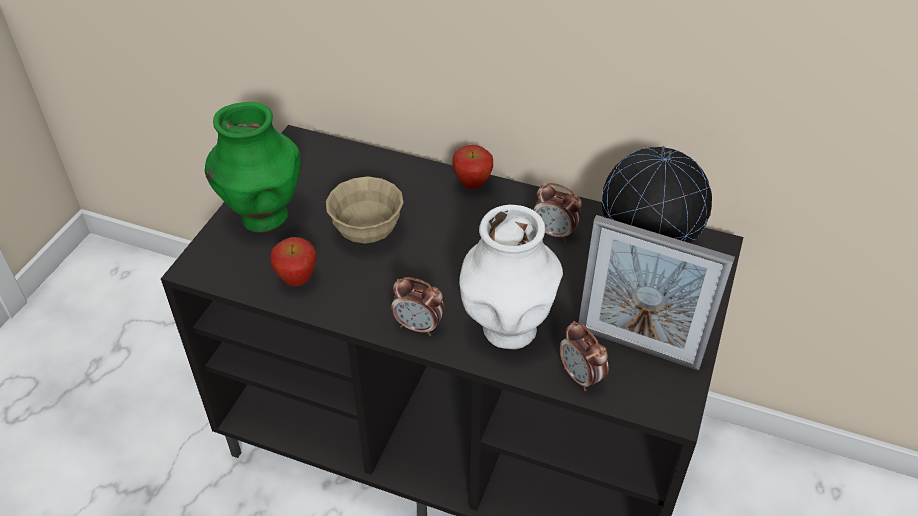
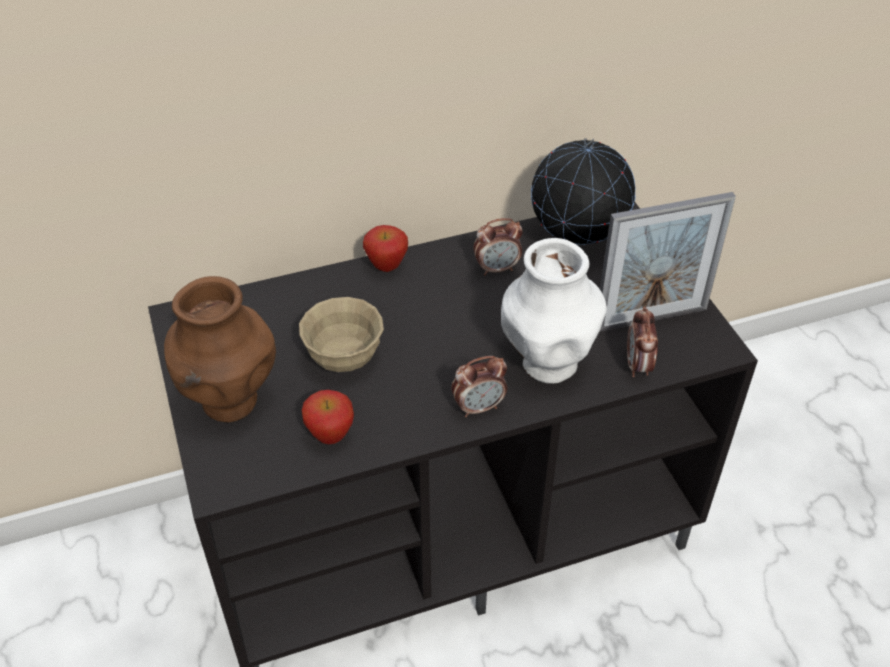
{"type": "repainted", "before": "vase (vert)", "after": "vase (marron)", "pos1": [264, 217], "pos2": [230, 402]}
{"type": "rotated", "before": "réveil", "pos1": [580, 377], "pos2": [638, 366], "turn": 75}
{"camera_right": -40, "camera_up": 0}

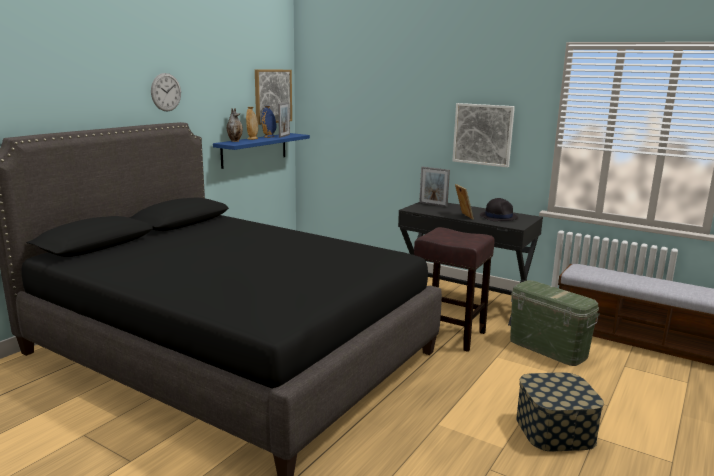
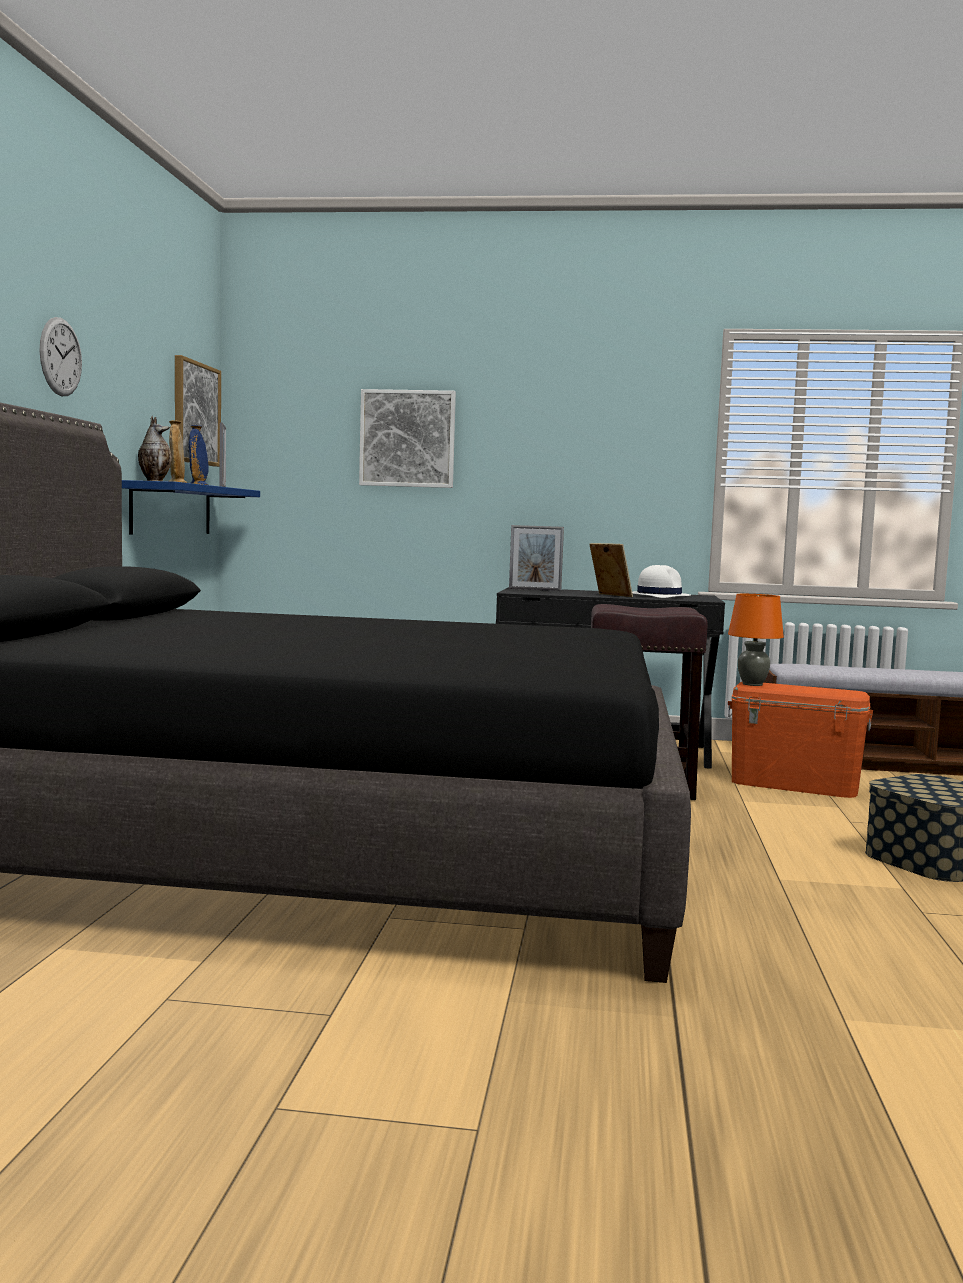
{"type": "shifted", "before": "tableau", "pos1": [483, 134], "pos2": [407, 438]}
{"type": "repainted", "before": "chapeau (noir)", "after": "chapeau (blanc)", "pos1": [498, 217], "pos2": [659, 595]}
{"type": "repainted", "before": "boîte de rangement (vert)", "after": "boîte de rangement (orange)", "pos1": [548, 348], "pos2": [794, 784]}
{"type": "new", "after": "lampe de table (orange)", "pos2": [752, 684]}
{"camera_right": -25, "camera_up": -10}

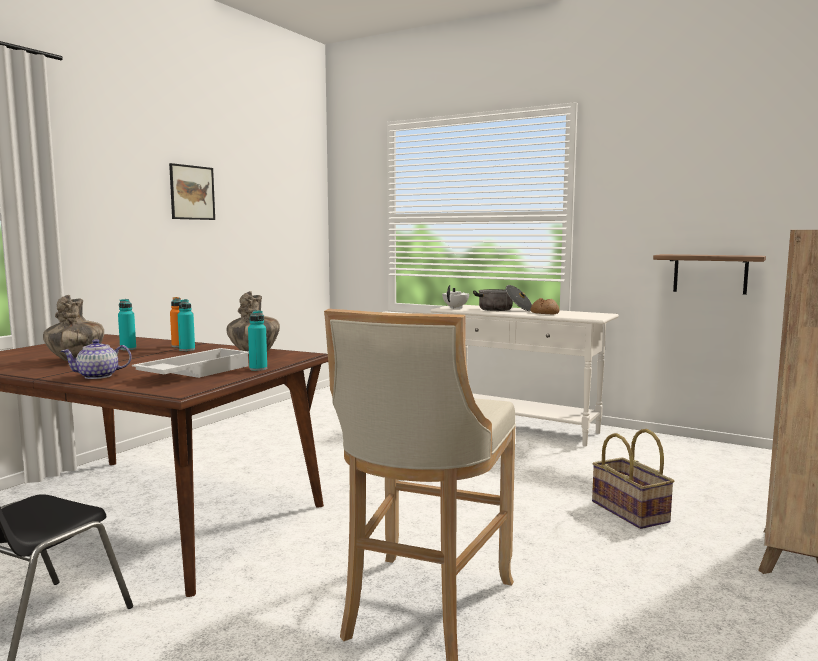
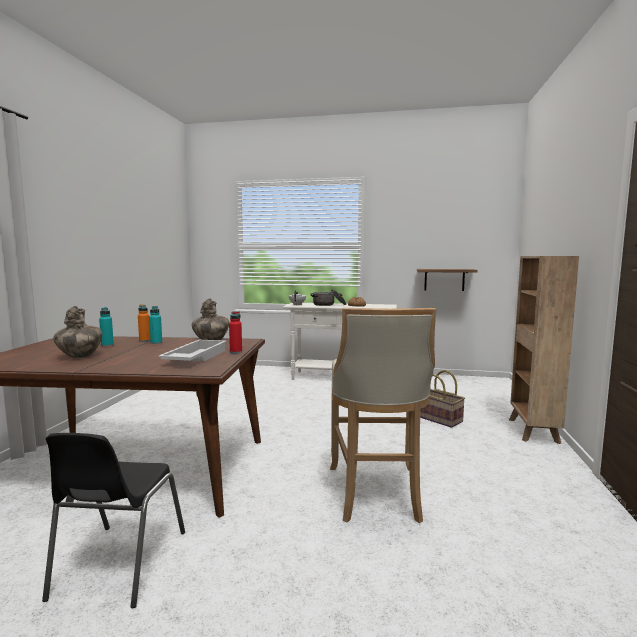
{"type": "gone", "before": "théière", "pos1": [98, 376]}
{"type": "gone", "before": "tableau", "pos1": [192, 192]}
{"type": "repainted", "before": "bouteille (turquoise)", "after": "bouteille (rouge)", "pos1": [258, 369], "pos2": [236, 352]}
{"camera_right": -20, "camera_up": 0}

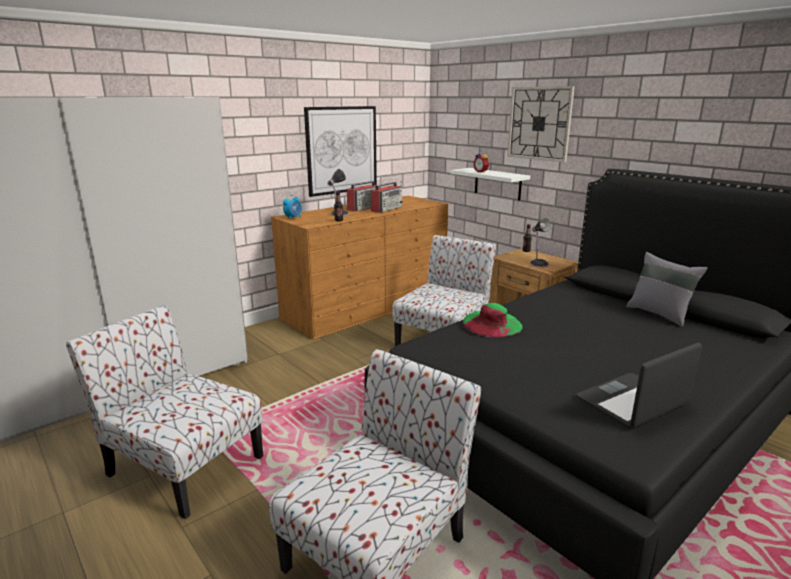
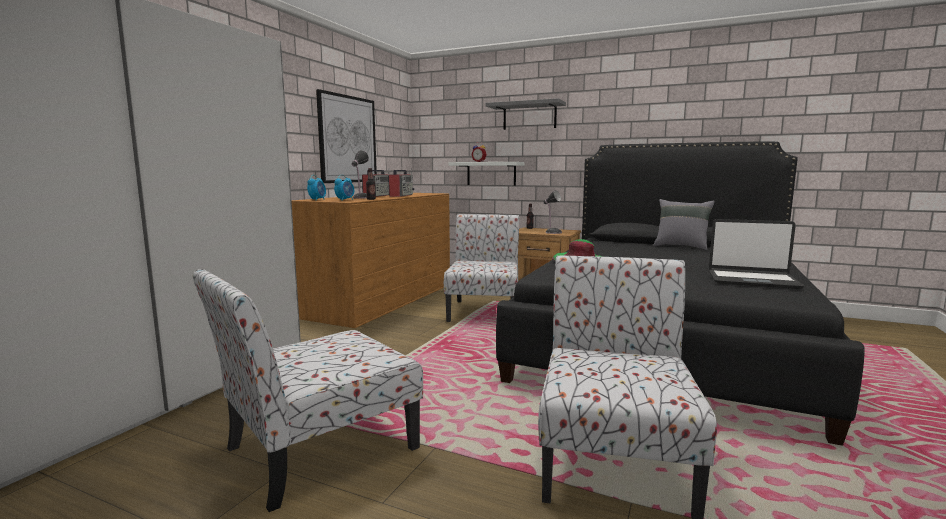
{"type": "rotated", "before": "chaise", "pos1": [183, 464], "pos2": [318, 450], "turn": -45}
{"type": "swapped", "before": "horloge murale", "after": "étagère (gris)", "pos1": [539, 123], "pos2": [529, 116]}
{"type": "rotated", "before": "ordinateur portable", "pos1": [633, 402], "pos2": [752, 280], "turn": -105}
{"type": "new", "after": "réveil", "pos2": [345, 200]}
{"camera_right": -25, "camera_up": -10}

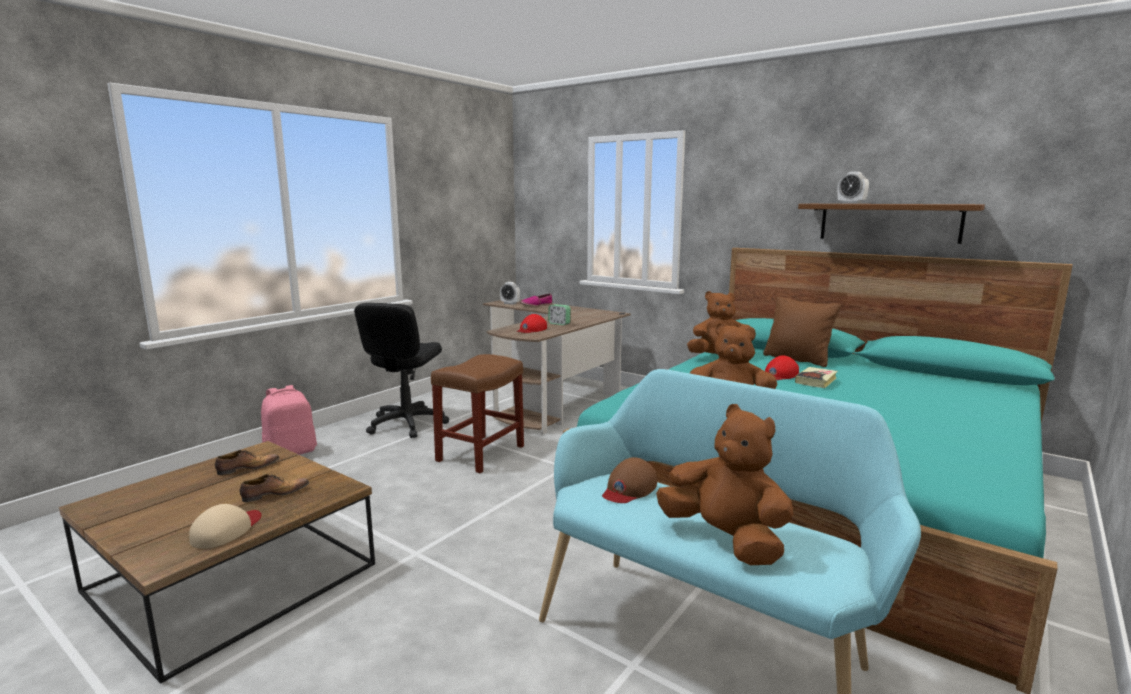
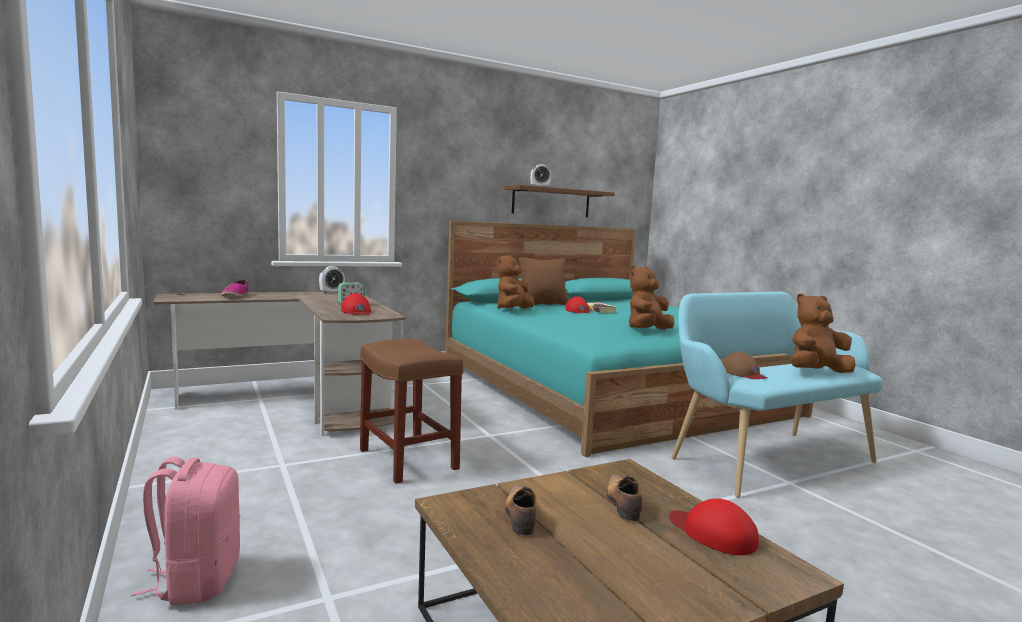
{"type": "repainted", "before": "casquette (beige)", "after": "casquette (rouge)", "pos1": [226, 530], "pos2": [713, 533]}
{"type": "gone", "before": "chaise de bureau (noir)", "pos1": [406, 424]}
{"type": "shifted", "before": "réveil", "pos1": [510, 303], "pos2": [332, 292]}
{"camera_right": -65, "camera_up": -5}

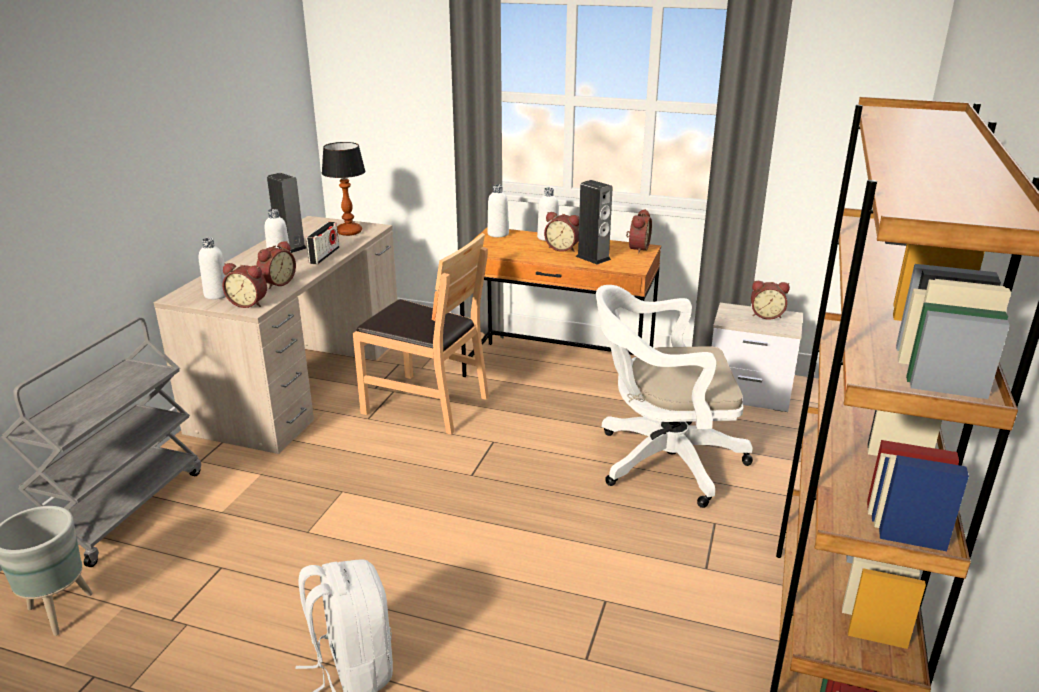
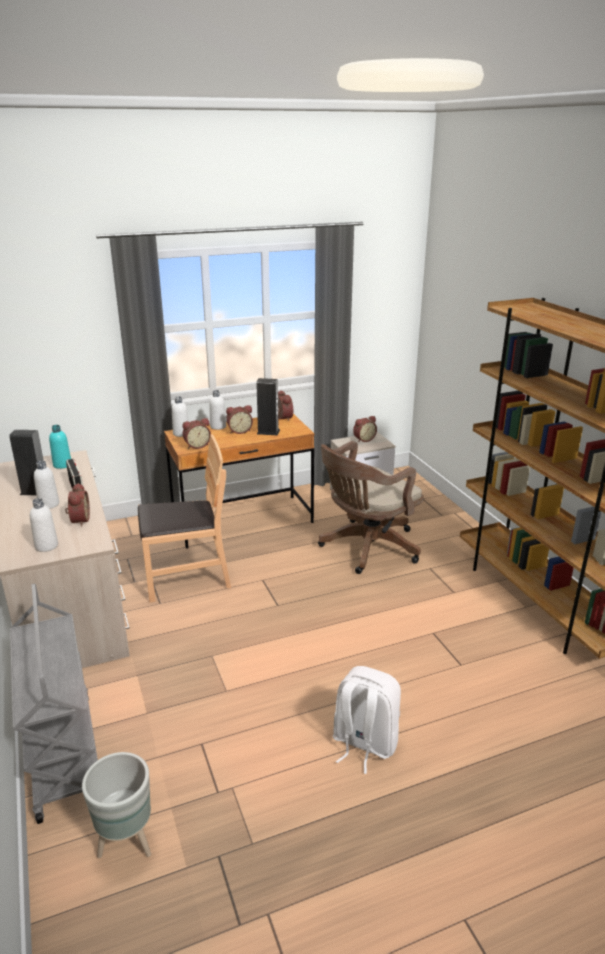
{"type": "shifted", "before": "réveil", "pos1": [249, 303], "pos2": [197, 445]}
{"type": "swapped", "before": "lampe de table", "after": "bouteille (turquoise)", "pos1": [350, 232], "pos2": [62, 465]}
{"type": "repainted", "before": "chaise de bureau (blanc)", "after": "chaise de bureau (marron)", "pos1": [661, 461], "pos2": [366, 548]}
{"camera_right": -40, "camera_up": 0}

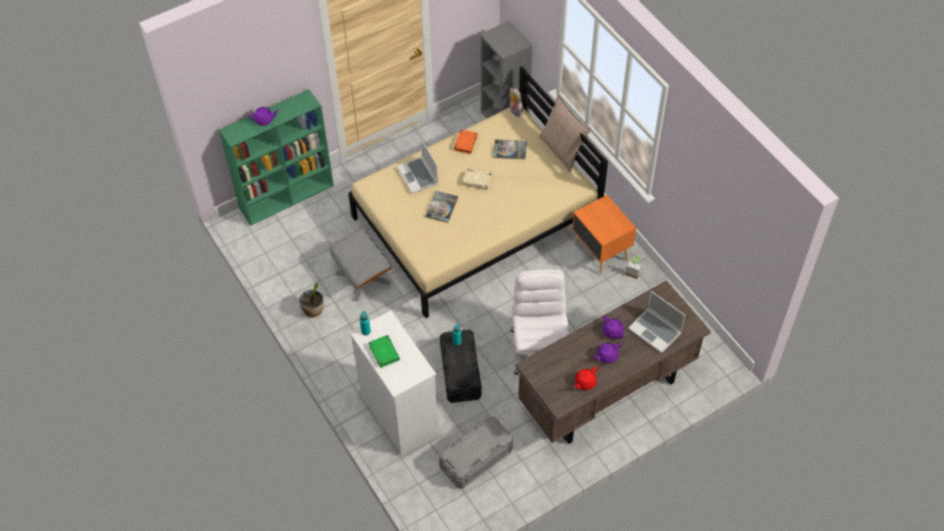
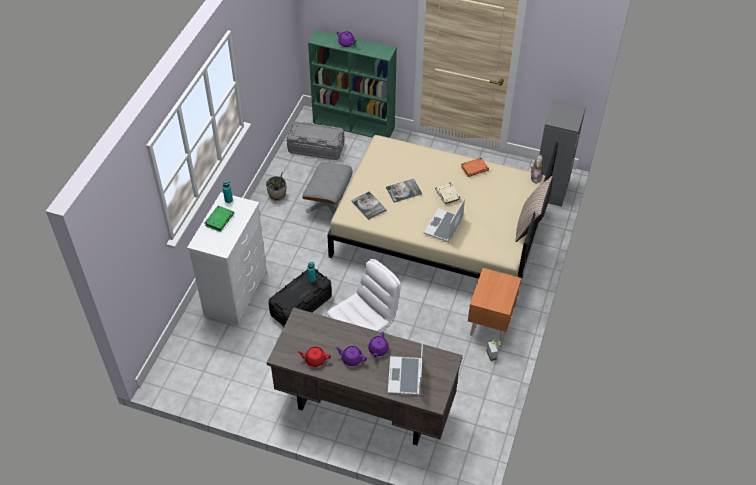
{"type": "shifted", "before": "ordinateur portable", "pos1": [418, 176], "pos2": [444, 227]}
{"type": "shifted", "before": "boîte de rangement (gris)", "pos1": [476, 458], "pos2": [316, 148]}
{"type": "shifted", "before": "livre", "pos1": [510, 150], "pos2": [368, 206]}
{"camera_right": 50, "camera_up": -5}

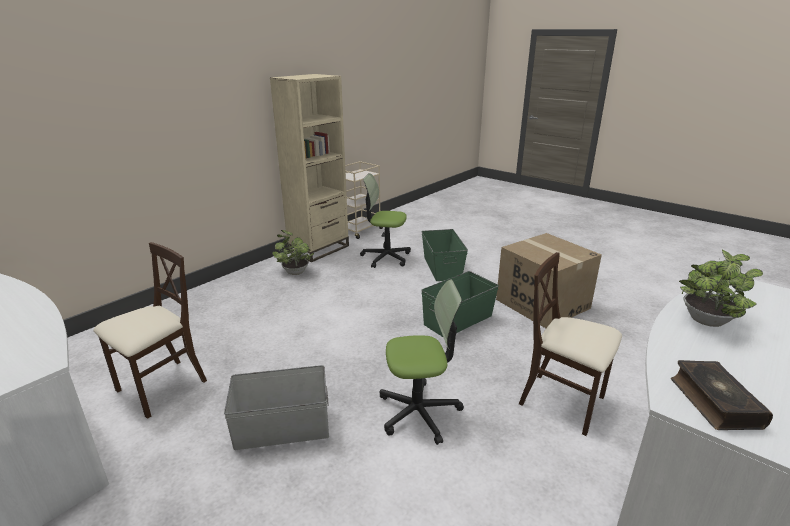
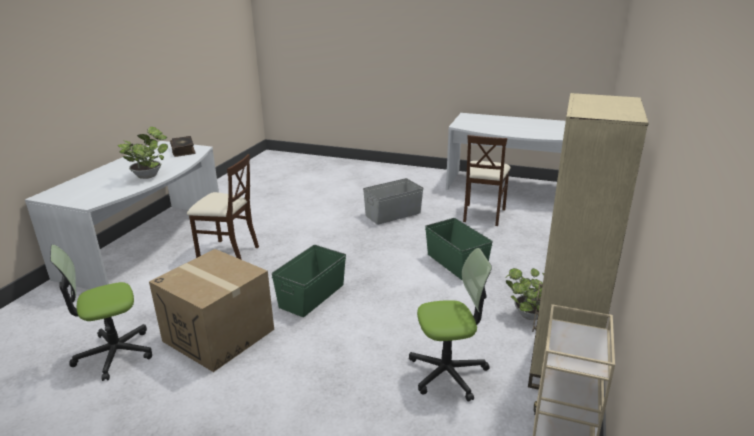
{"type": "shifted", "before": "chaise de bureau", "pos1": [419, 412], "pos2": [114, 354]}
{"type": "shifted", "before": "boîte de rangement (vert)", "pos1": [442, 267], "pos2": [456, 263]}
{"camera_right": 160, "camera_up": 0}

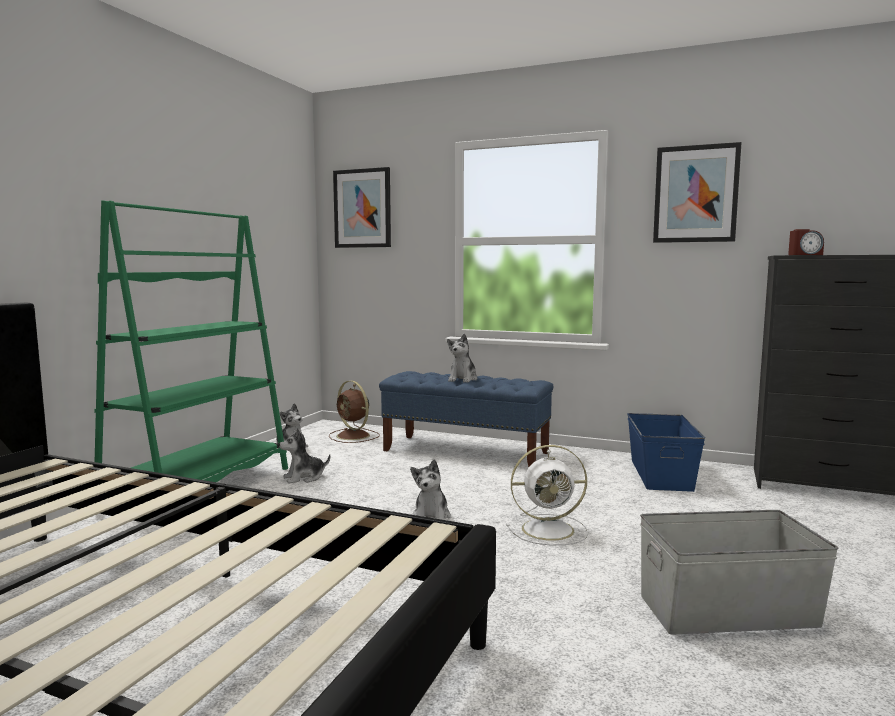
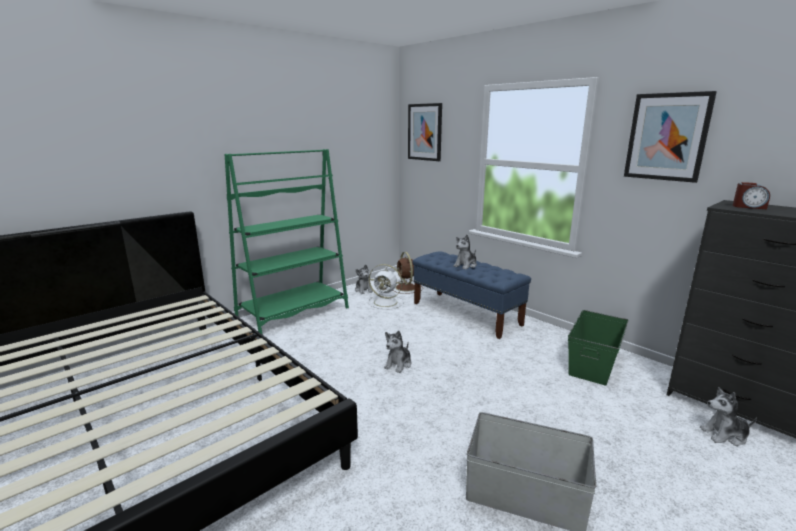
{"type": "shifted", "before": "peluche", "pos1": [304, 478], "pos2": [725, 435]}
{"type": "shifted", "before": "ventilateur (blanc)", "pos1": [550, 529], "pos2": [386, 302]}
{"type": "repainted", "before": "boîte de rangement (bleu)", "after": "boîte de rangement (vert)", "pos1": [661, 474], "pos2": [594, 363]}
{"camera_right": 25, "camera_up": 10}

